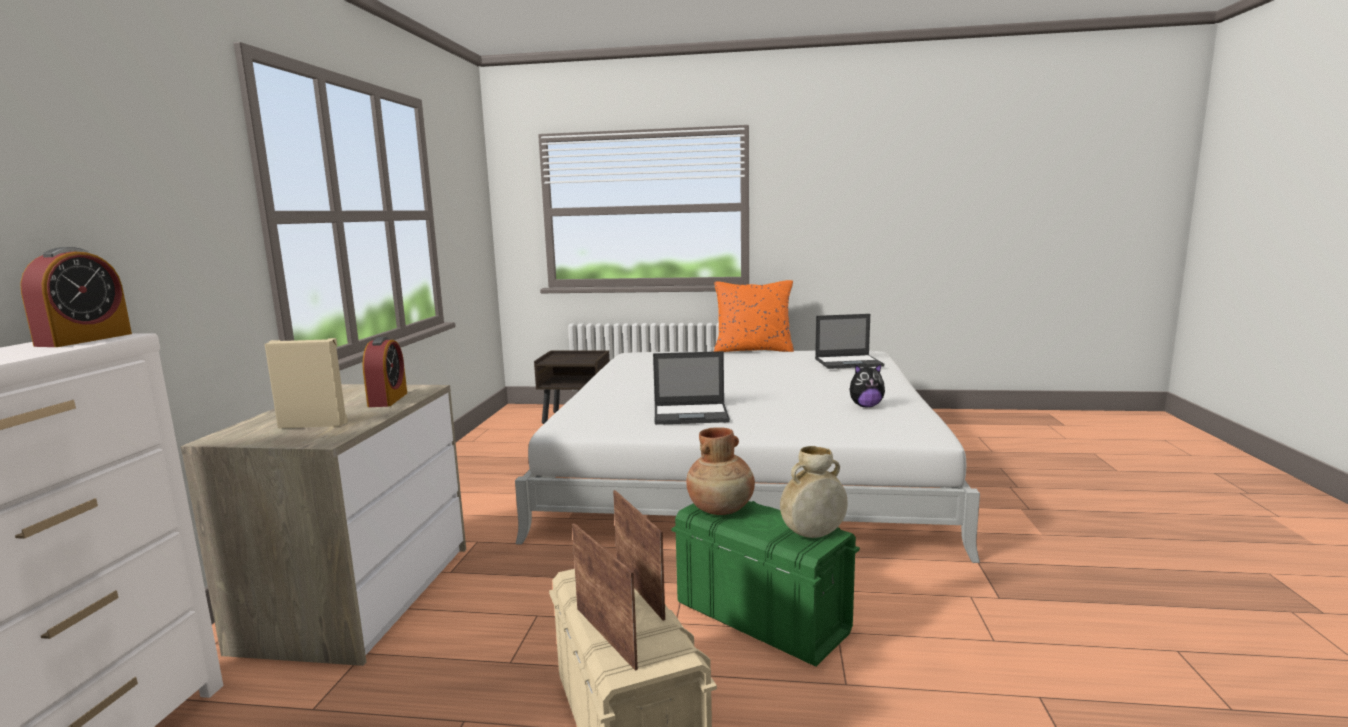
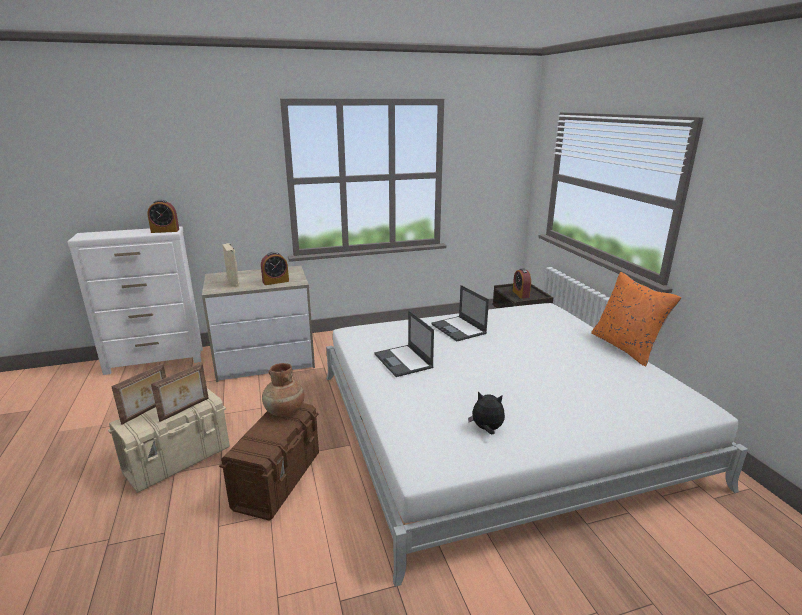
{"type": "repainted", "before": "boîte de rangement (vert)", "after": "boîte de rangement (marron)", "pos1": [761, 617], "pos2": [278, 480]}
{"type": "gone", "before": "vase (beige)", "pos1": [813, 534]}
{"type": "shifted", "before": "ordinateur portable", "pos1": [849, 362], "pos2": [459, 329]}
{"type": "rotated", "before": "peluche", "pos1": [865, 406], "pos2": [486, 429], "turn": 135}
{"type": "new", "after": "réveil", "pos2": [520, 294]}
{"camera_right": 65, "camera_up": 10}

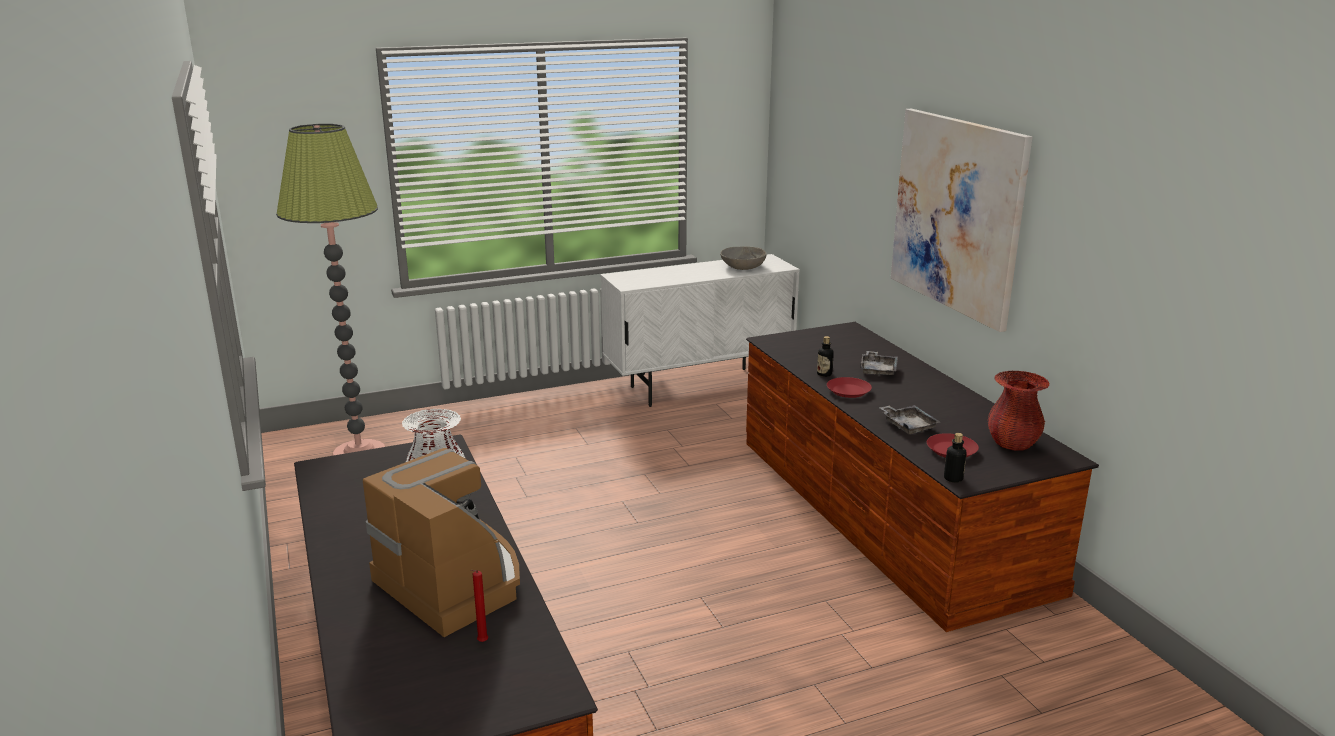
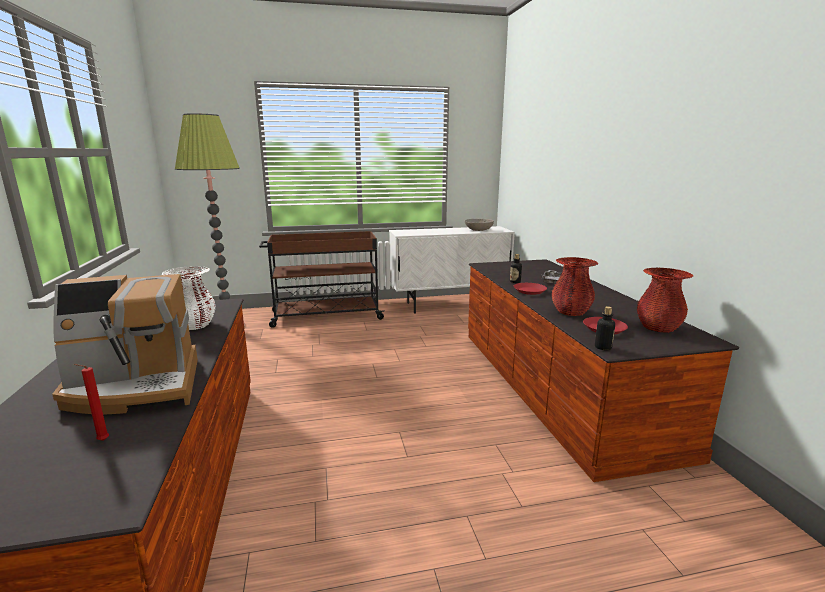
{"type": "rotated", "before": "machine à café", "pos1": [454, 581], "pos2": [136, 387], "turn": 105}
{"type": "swapped", "before": "plateau (gris)", "after": "vase (rouge)", "pos1": [908, 425], "pos2": [570, 312]}
{"type": "gone", "before": "tableau", "pos1": [956, 215]}
{"type": "new", "after": "chariot (marron)", "pos2": [325, 315]}
{"camera_right": 10, "camera_up": -5}

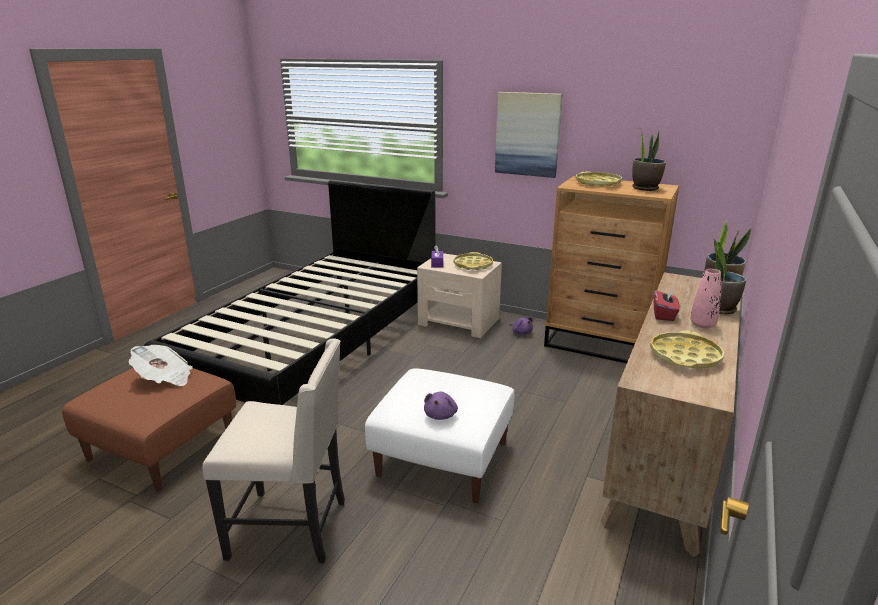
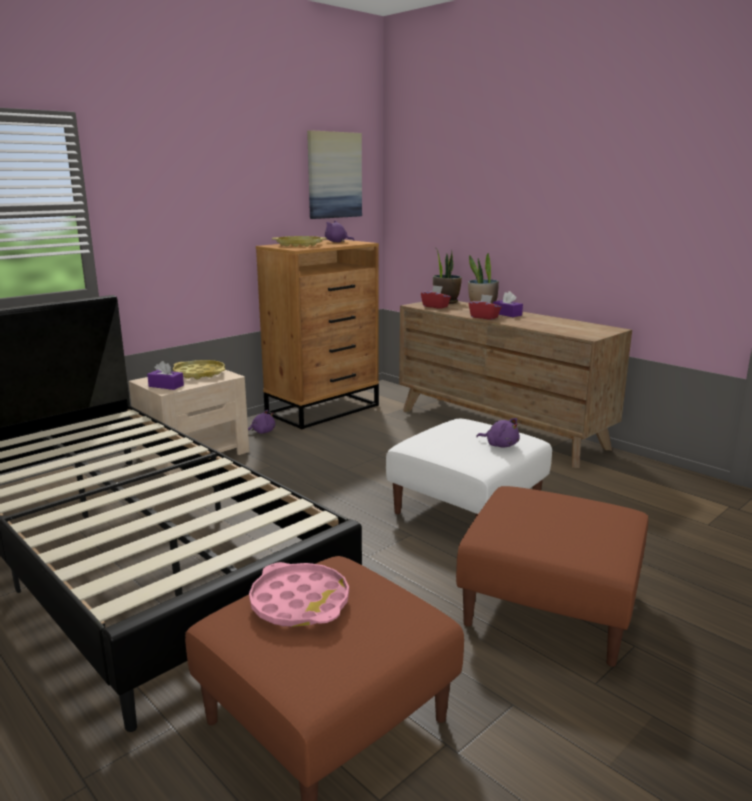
{"type": "swapped", "before": "journal", "after": "plateau (rose)", "pos1": [164, 378], "pos2": [300, 603]}
{"type": "swapped", "before": "chaise (beige)", "after": "pouf (marron)", "pos1": [291, 528], "pos2": [551, 606]}
{"type": "shifted", "before": "tableau", "pos1": [528, 134], "pos2": [334, 175]}
{"type": "swapped", "before": "plante en pot", "after": "peluche (violet)", "pos1": [645, 188], "pos2": [337, 242]}
{"type": "gone", "before": "plateau (jaune)", "pos1": [685, 356]}
{"type": "swapped", "before": "vase (rose)", "after": "boîte à mouchoirs (violet)", "pos1": [702, 324], "pos2": [507, 314]}
{"type": "new", "after": "boîte à mouchoirs (rouge)", "pos2": [435, 306]}
{"camera_right": -70, "camera_up": -5}

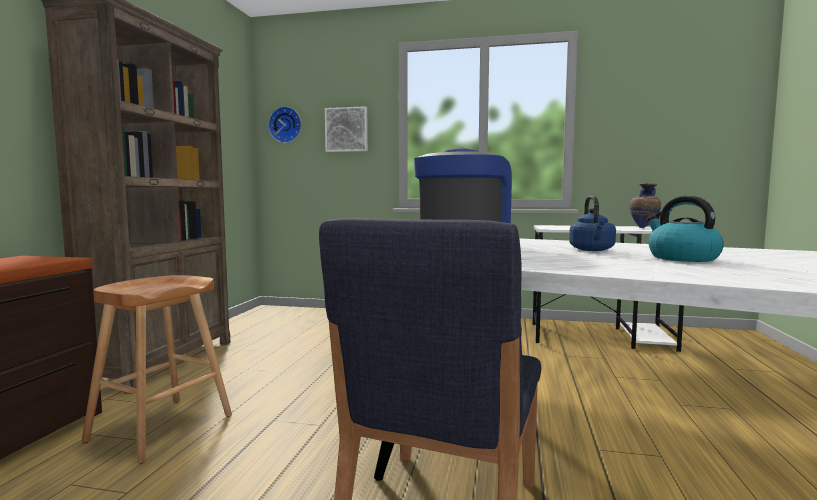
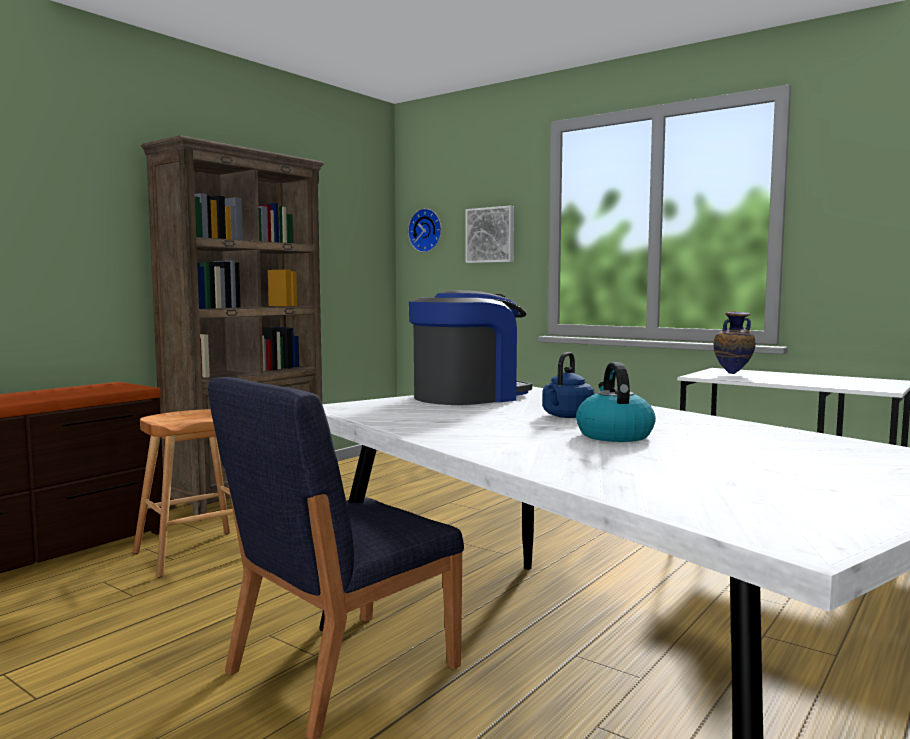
{"type": "shifted", "before": "vase", "pos1": [644, 228], "pos2": [732, 374]}
{"camera_right": 25, "camera_up": 0}

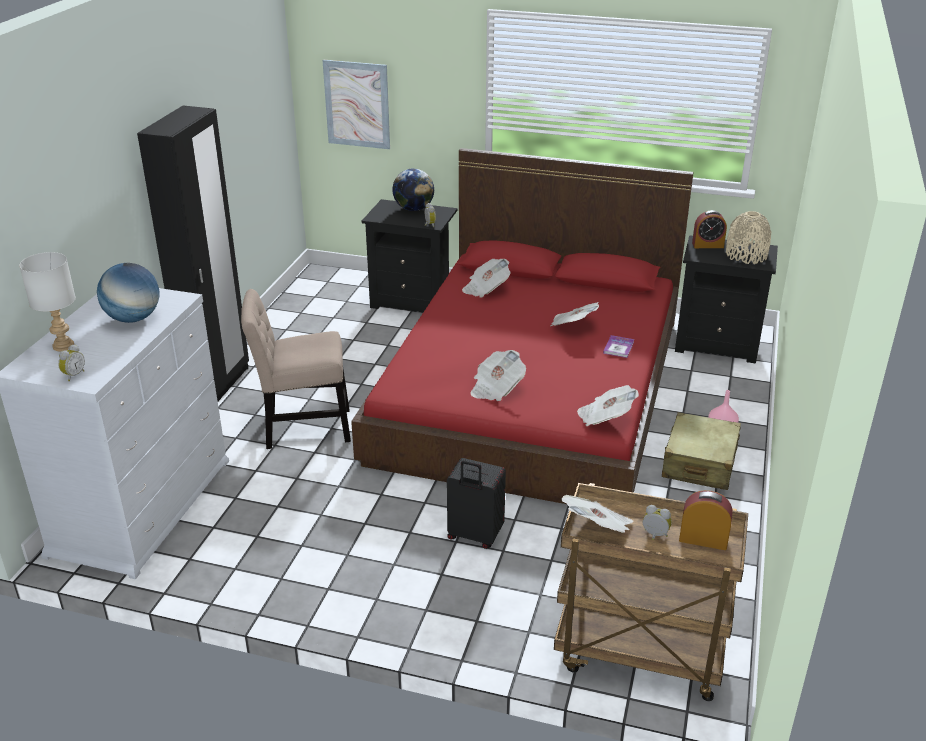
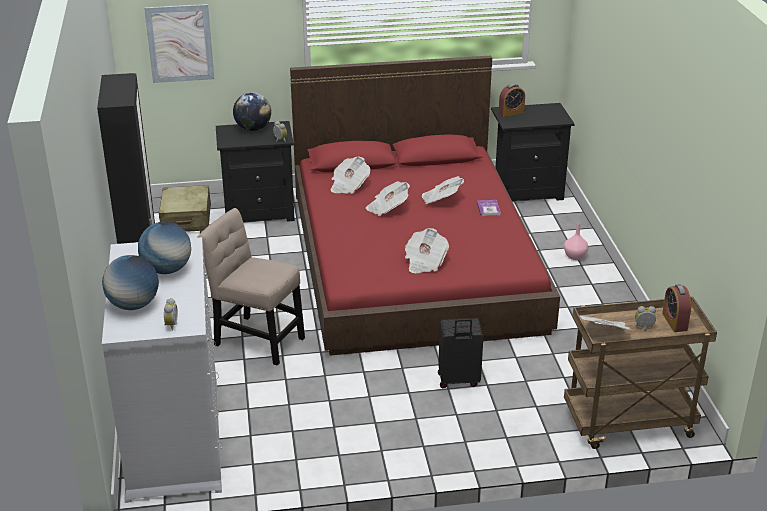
{"type": "swapped", "before": "lampe de table (gris)", "after": "globe", "pos1": [64, 345], "pos2": [133, 305]}
{"type": "rotated", "before": "chaise (beige)", "pos1": [303, 428], "pos2": [256, 339], "turn": 60}
{"type": "shifted", "before": "journal", "pos1": [605, 418], "pos2": [387, 208]}
{"type": "shifted", "before": "valise (beige)", "pos1": [699, 463], "pos2": [186, 219]}
{"type": "rotated", "before": "réveil", "pos1": [703, 539], "pos2": [674, 321], "turn": -90}
{"type": "gone", "before": "vase (beige)", "pos1": [746, 255]}
{"camera_right": -25, "camera_up": 0}

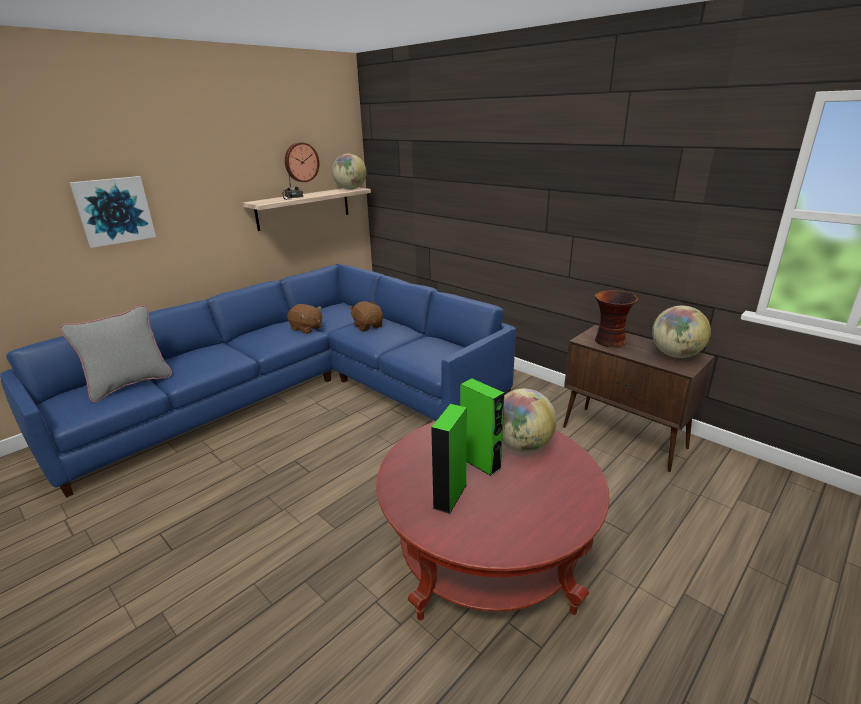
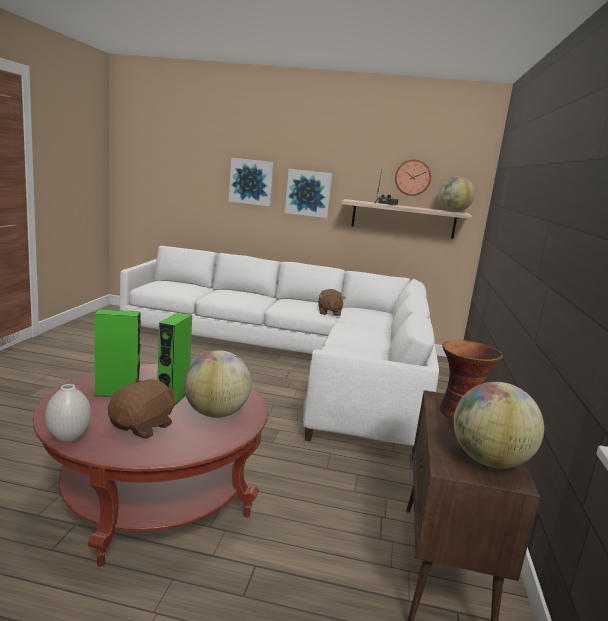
{"type": "repainted", "before": "canapé (bleu)", "after": "canapé (blanc)", "pos1": [301, 392], "pos2": [297, 361]}
{"type": "gone", "before": "coussin (gris)", "pos1": [129, 384]}
{"type": "shifted", "before": "peluche (marron)", "pos1": [368, 326], "pos2": [143, 427]}
{"type": "new", "after": "vase (blanc)", "pos2": [68, 438]}
{"type": "new", "after": "tableau", "pos2": [308, 193]}
{"camera_right": 55, "camera_up": -10}

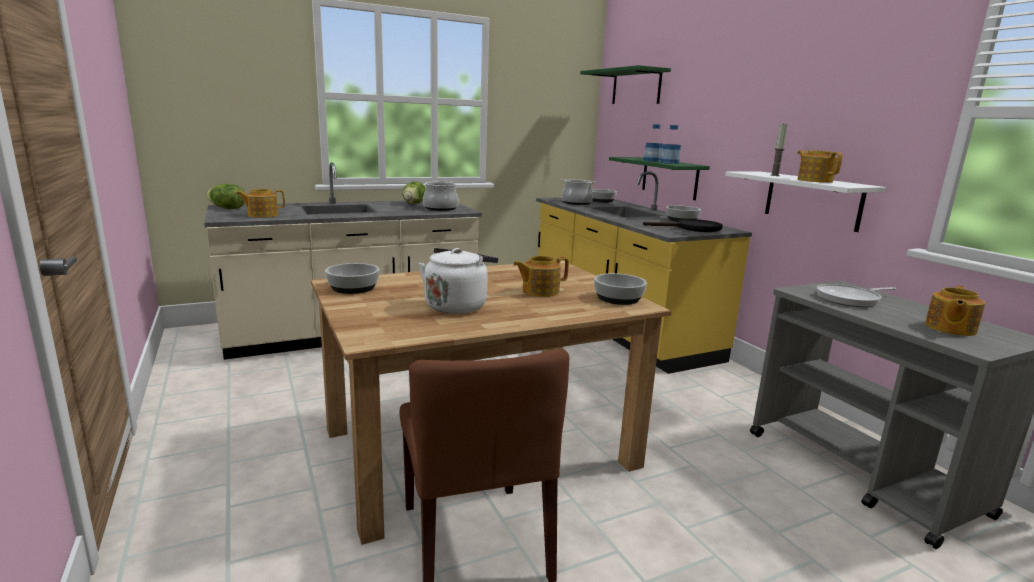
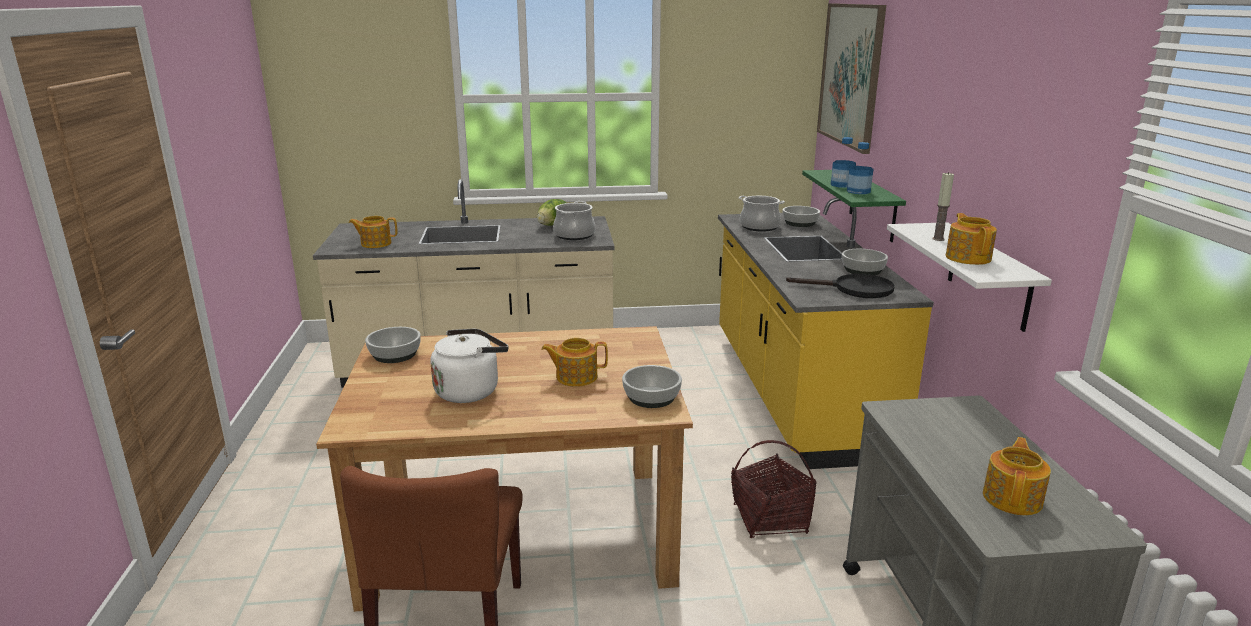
{"type": "gone", "before": "laitue", "pos1": [227, 208]}
{"type": "swapped", "before": "étagère (vert)", "after": "tableau", "pos1": [636, 87], "pos2": [851, 75]}
{"type": "gone", "before": "poêle", "pos1": [850, 299]}
{"type": "rotated", "before": "théière", "pos1": [949, 328], "pos2": [1013, 498], "turn": 150}
{"type": "new", "after": "panier", "pos2": [770, 519]}
{"camera_right": 20, "camera_up": 5}

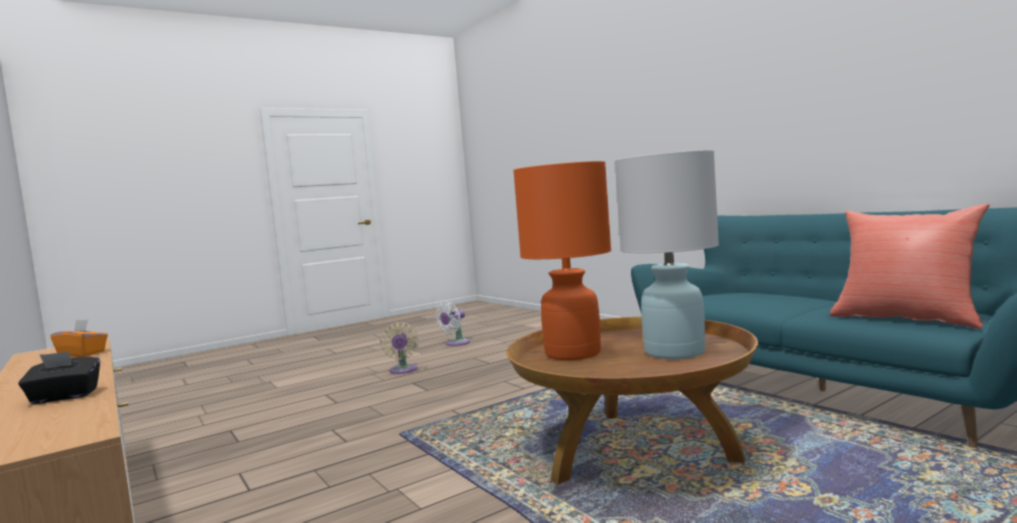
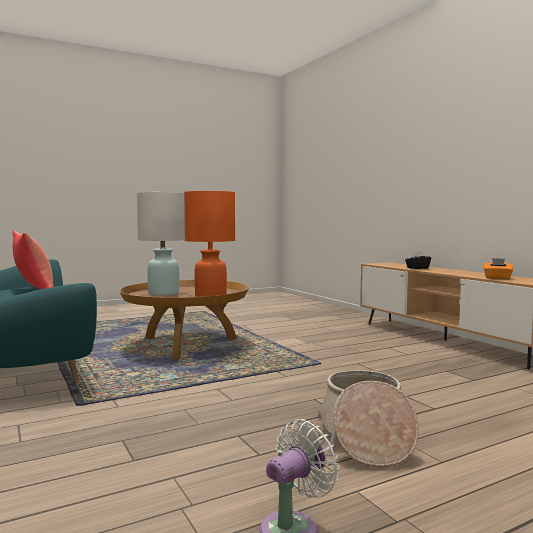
{"type": "swapped", "before": "ventilateur (beige)", "after": "panier", "pos1": [403, 370], "pos2": [365, 439]}
{"camera_right": -175, "camera_up": 0}

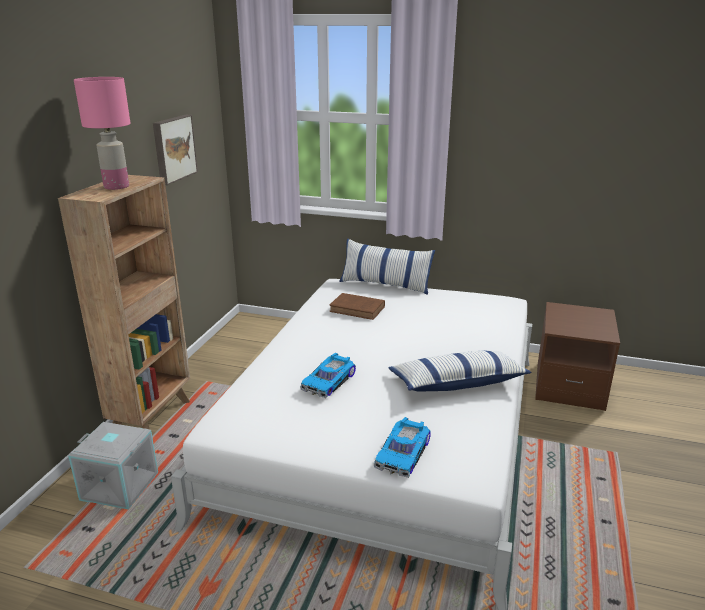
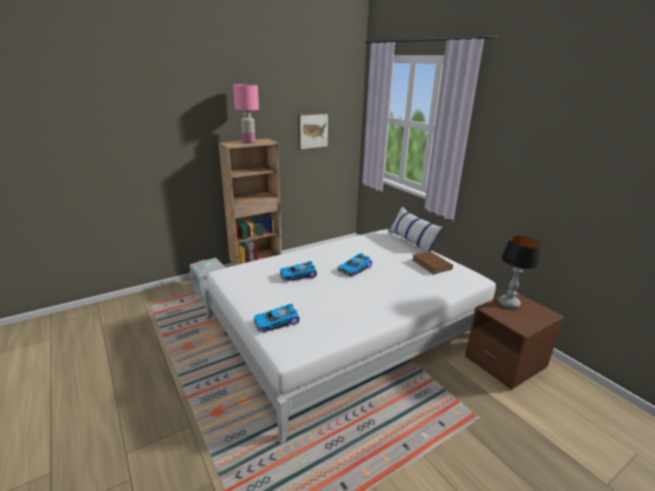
{"type": "shifted", "before": "livre (marron)", "pos1": [358, 309], "pos2": [432, 265]}
{"type": "gone", "before": "coussin", "pos1": [457, 383]}
{"type": "new", "after": "petite voiture", "pos2": [355, 269]}
{"type": "new", "after": "lampe de table", "pos2": [508, 303]}
{"camera_right": 40, "camera_up": 0}

